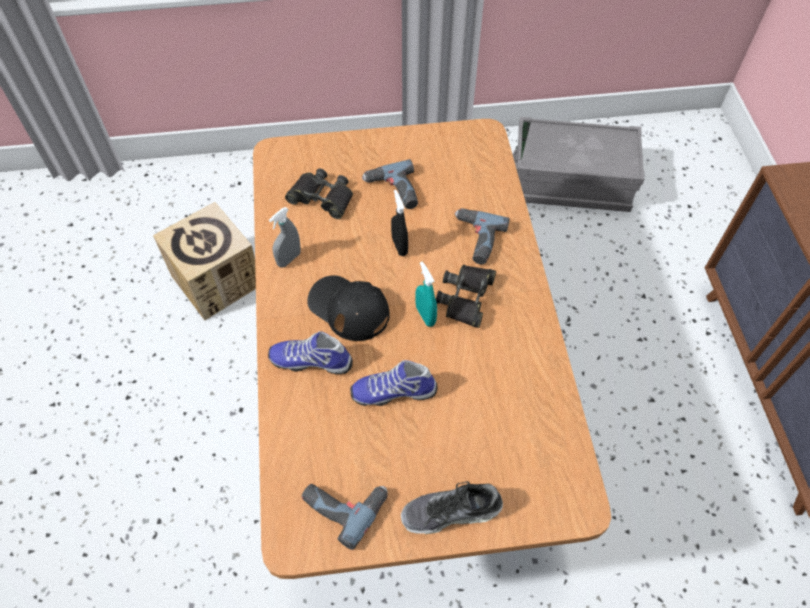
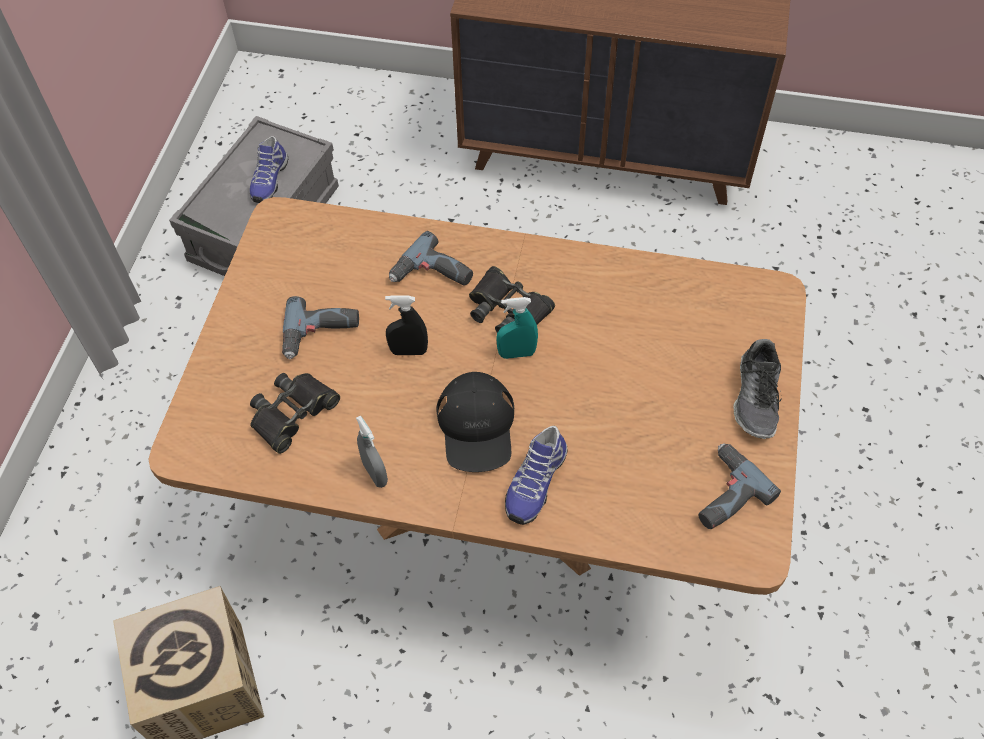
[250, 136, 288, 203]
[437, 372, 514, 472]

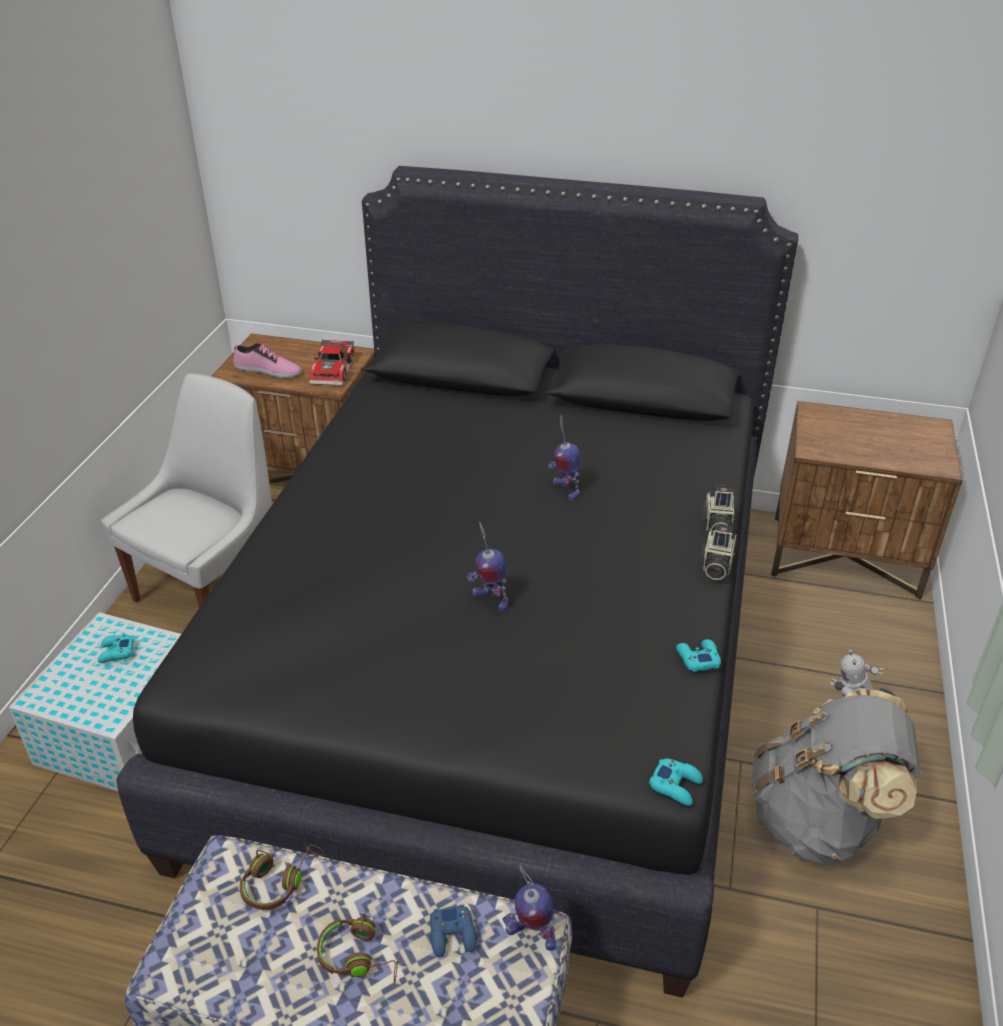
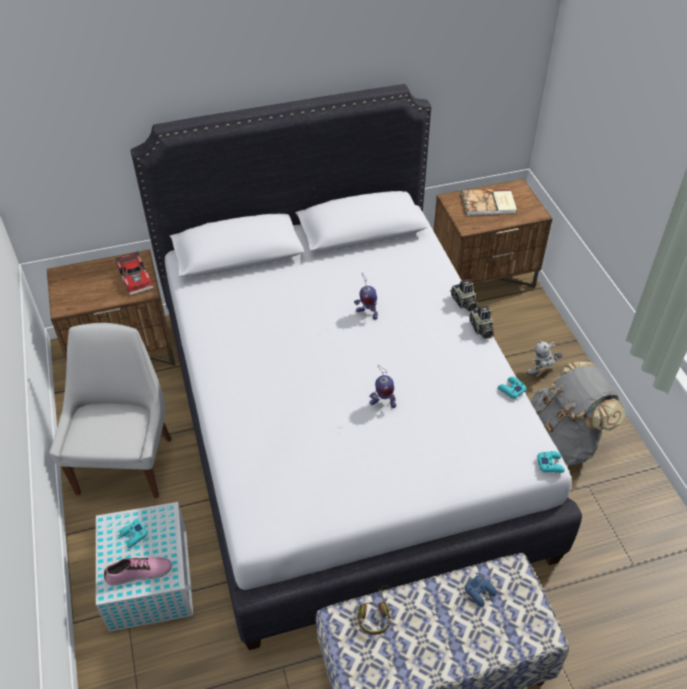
[317, 914, 398, 983] (first image)
[502, 865, 556, 951] (first image)
[462, 188, 517, 216]
[104, 557, 172, 586]
[131, 84, 582, 650]

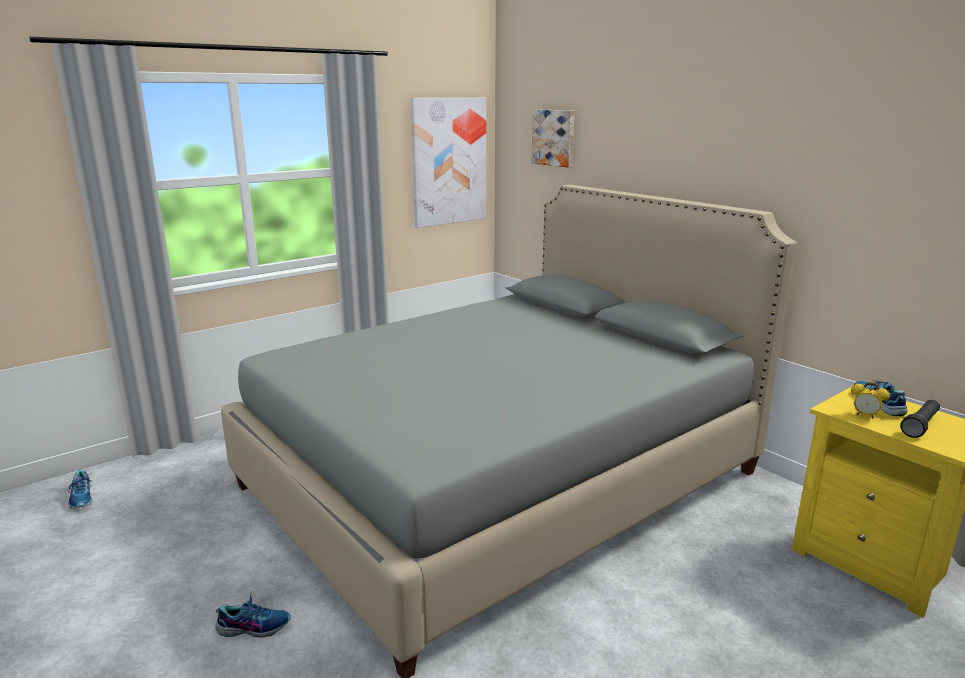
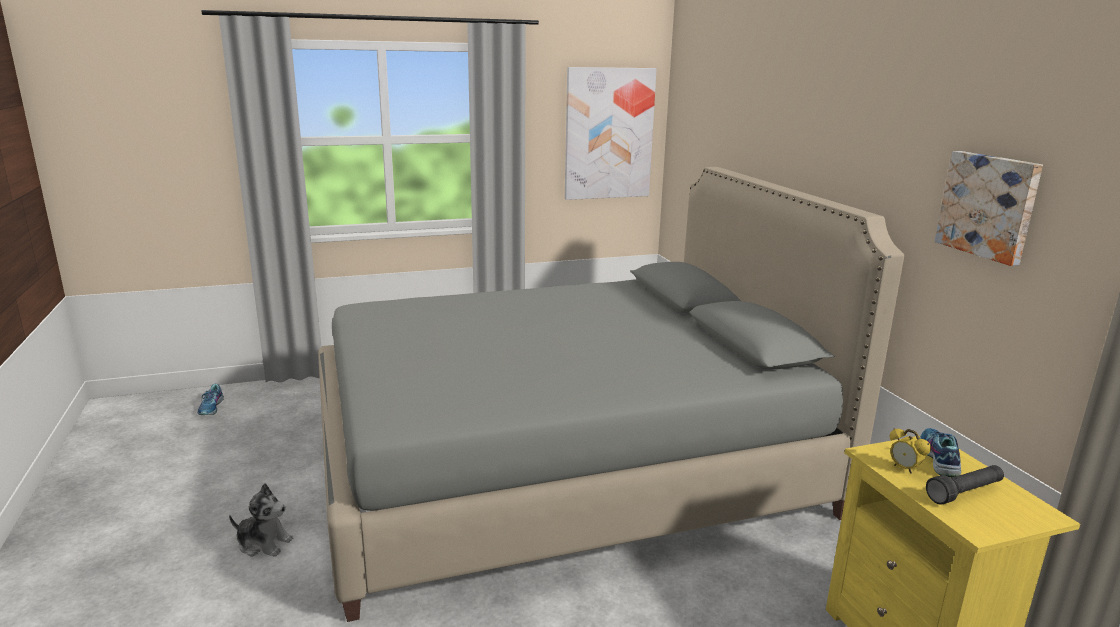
[935, 151, 1043, 266]
[229, 483, 293, 557]

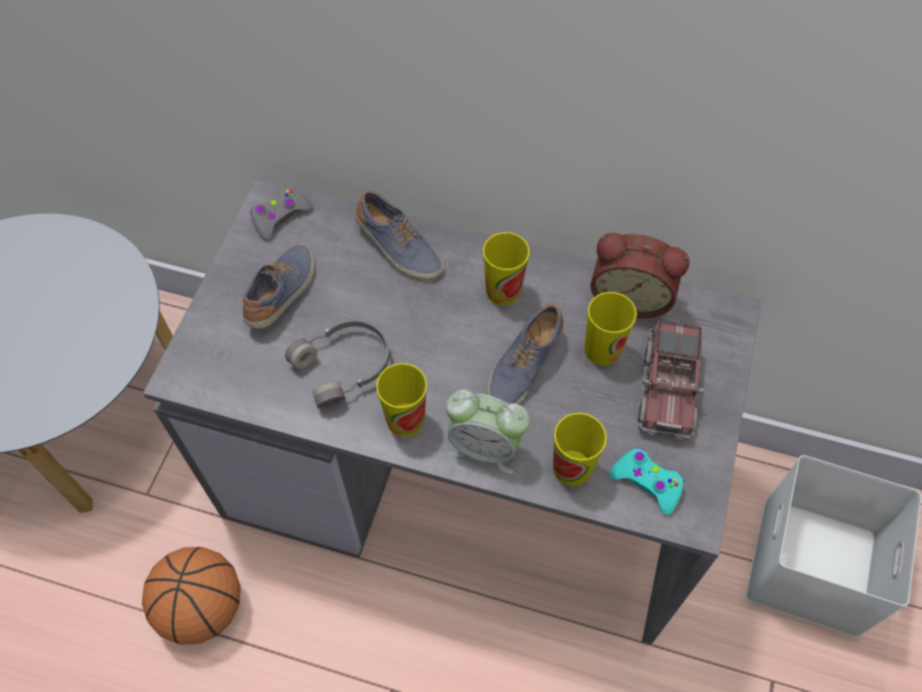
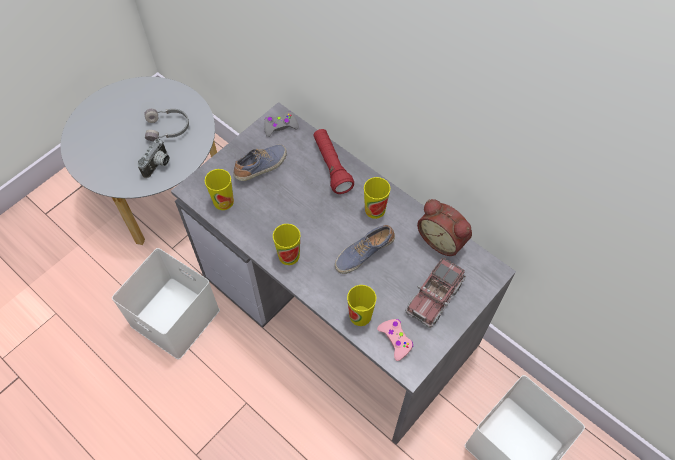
[446, 389, 530, 474] (first image)
[137, 139, 170, 178]
[144, 109, 189, 141]
[205, 169, 234, 210]
[112, 248, 220, 360]
[313, 129, 354, 194]
[377, 319, 413, 361]

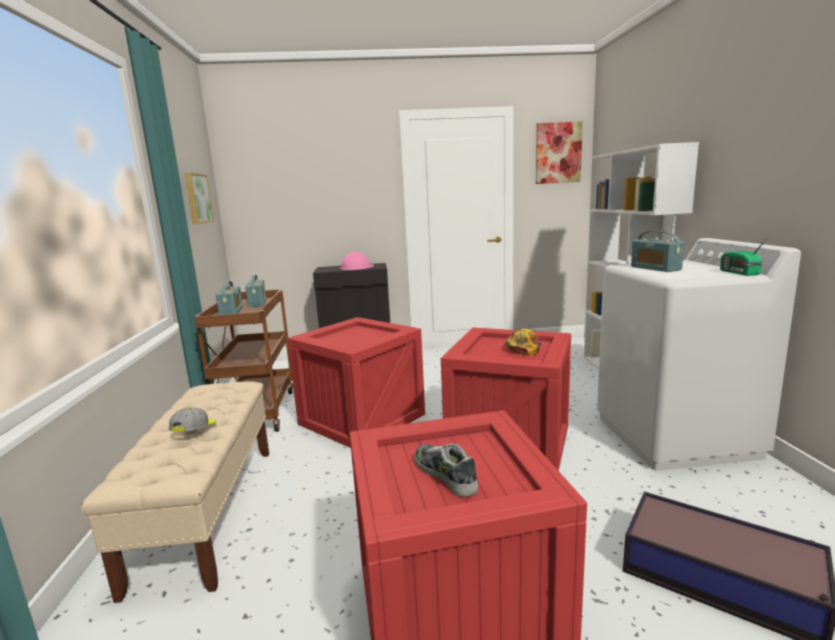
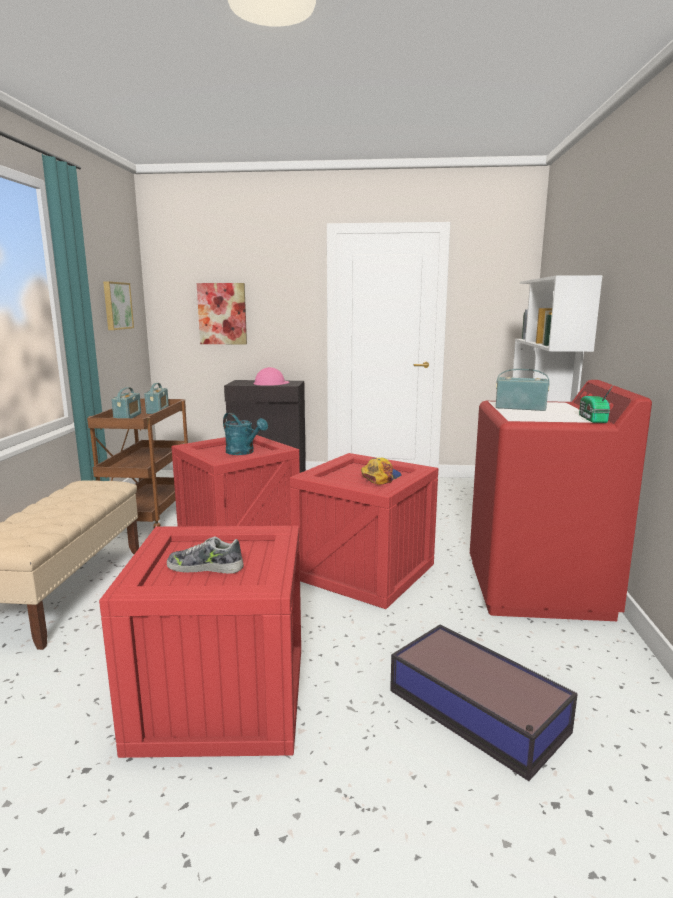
[169, 407, 216, 431] (first image)
[223, 413, 268, 455]
[197, 283, 247, 344]
[470, 380, 652, 621]
[167, 536, 244, 574]
[496, 369, 549, 411]

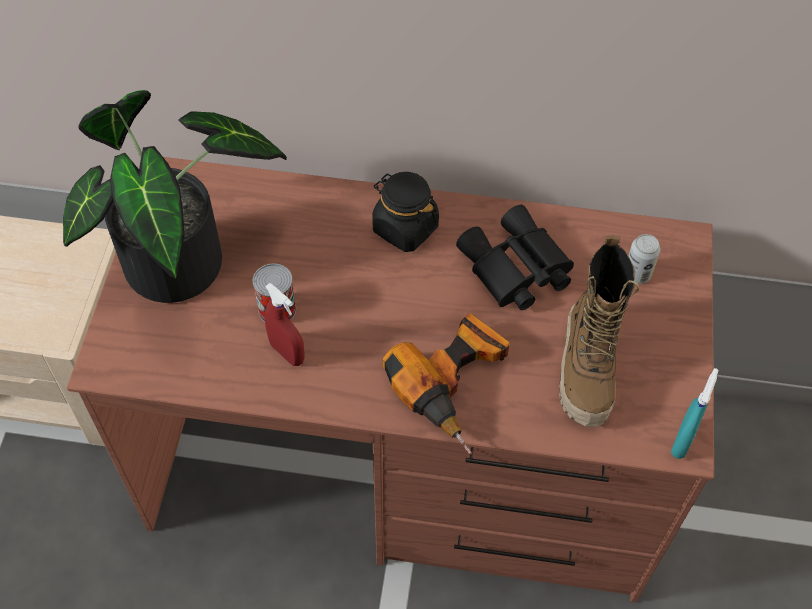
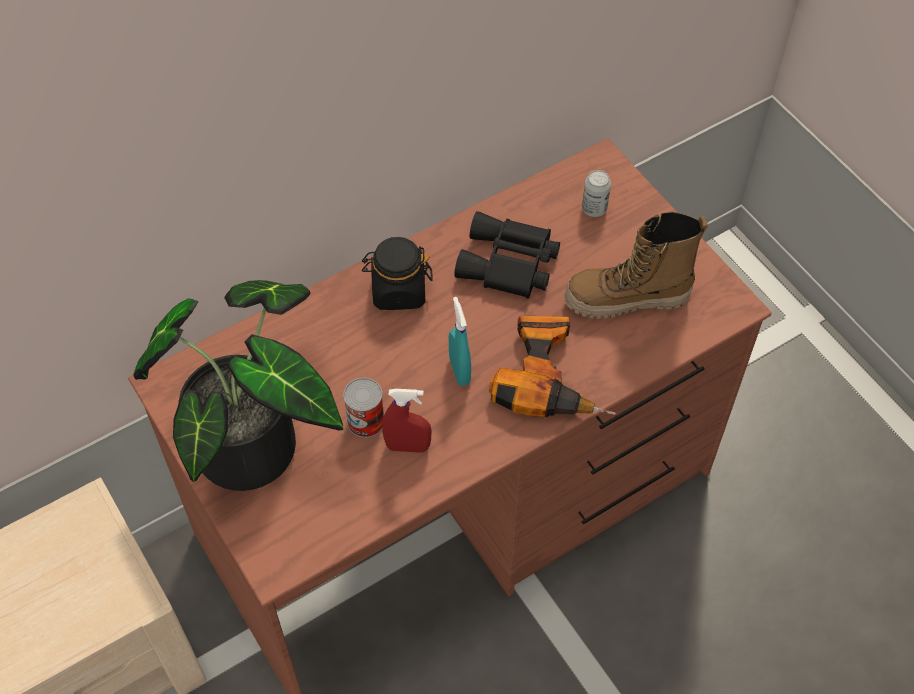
[449, 297, 471, 386]
[564, 212, 708, 319]

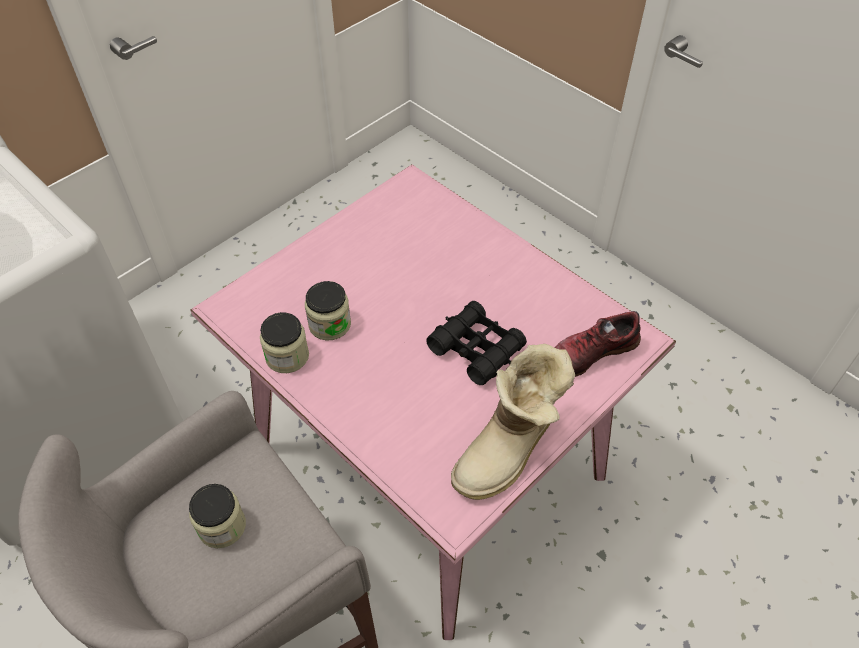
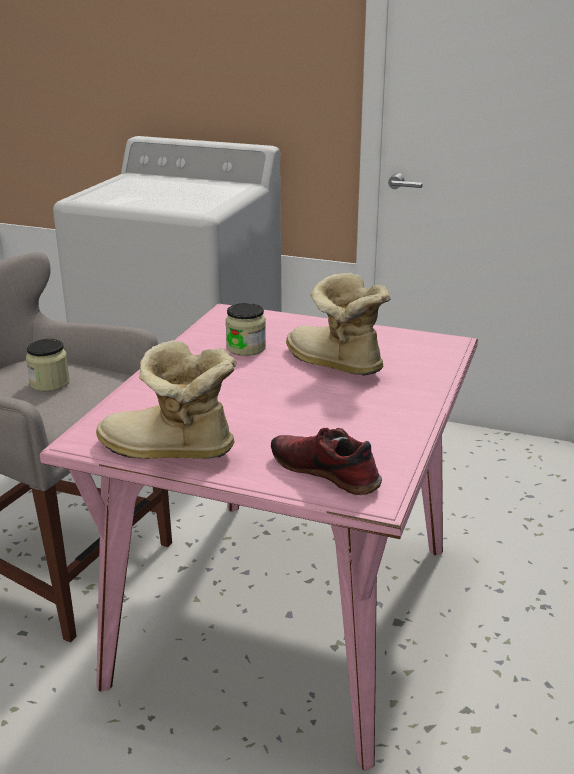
[260, 312, 309, 373] (first image)
[426, 301, 527, 385] (first image)
[286, 273, 390, 376]

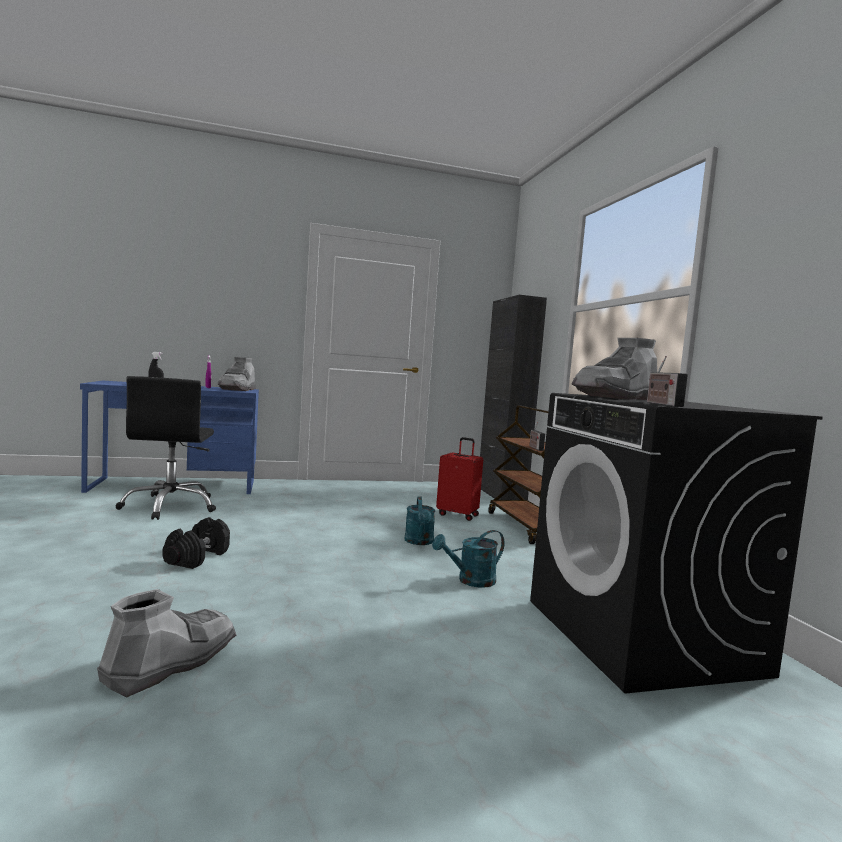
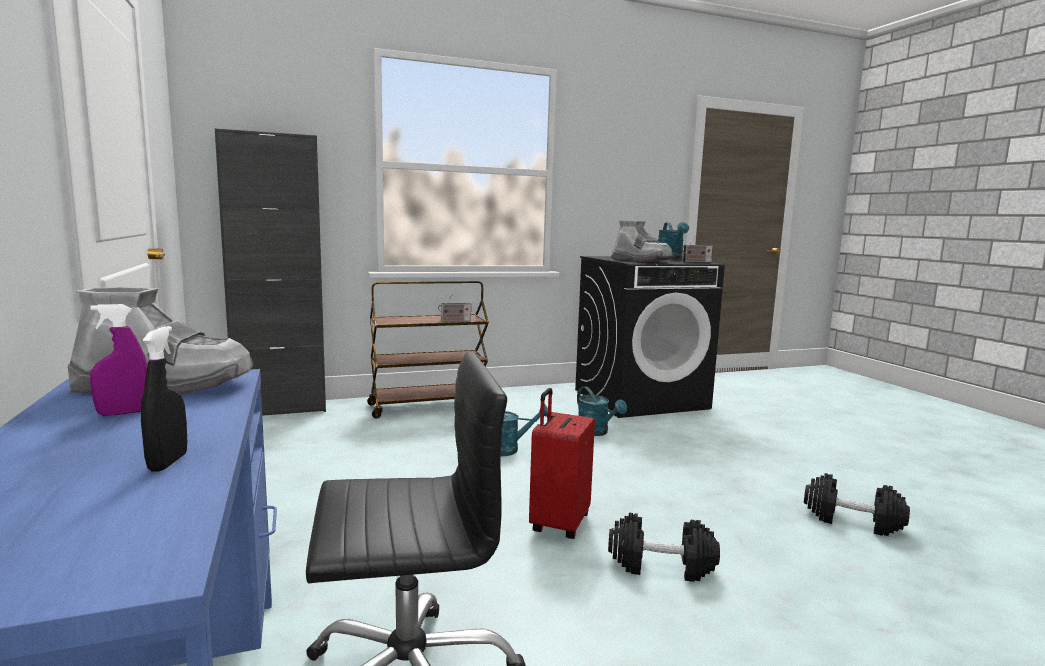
[658, 222, 689, 259]
[529, 388, 595, 539]
[804, 473, 910, 536]

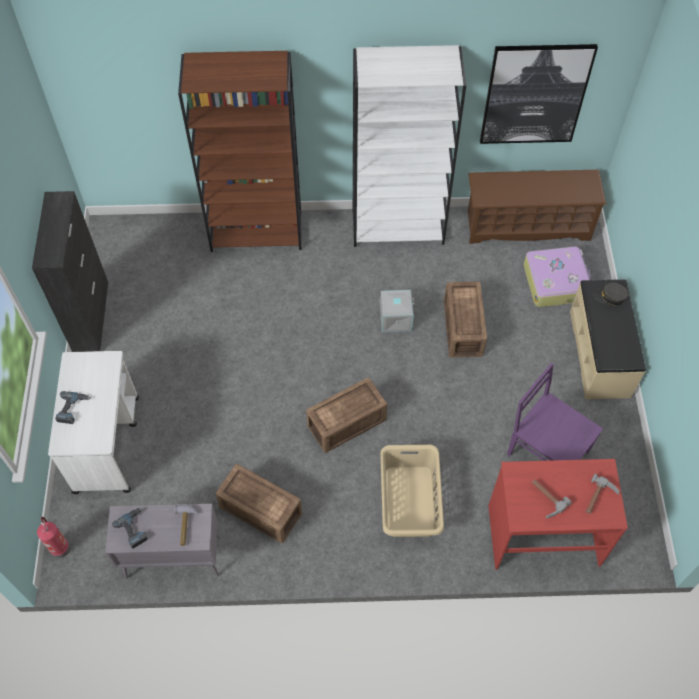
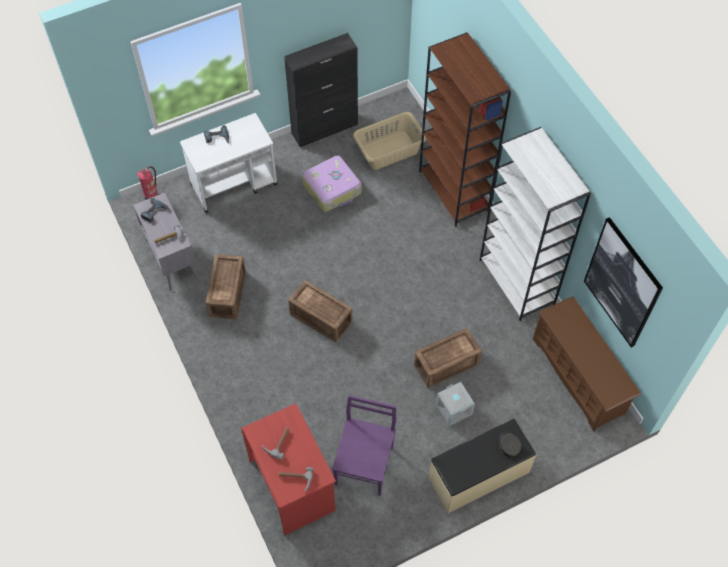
[436, 382, 475, 426]
[353, 112, 427, 170]
[302, 155, 362, 212]

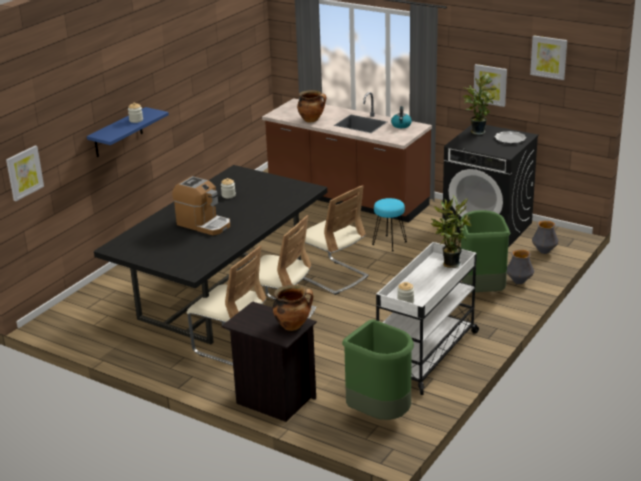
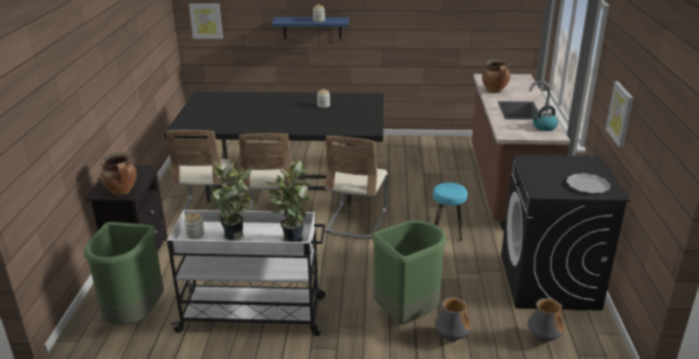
[172, 176, 230, 235] (first image)
[530, 35, 567, 80] (first image)
[210, 161, 252, 241]

